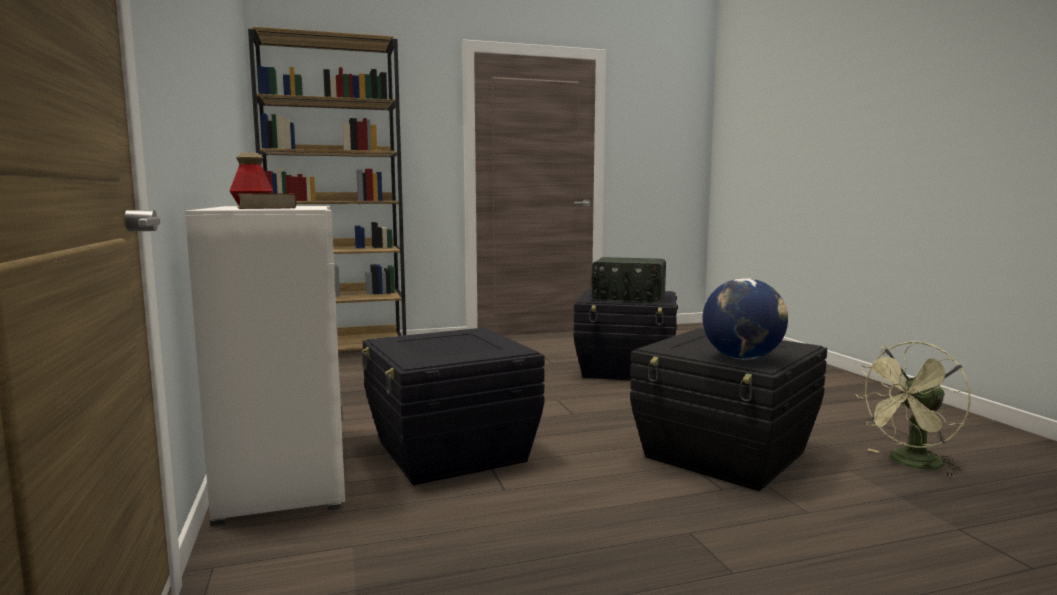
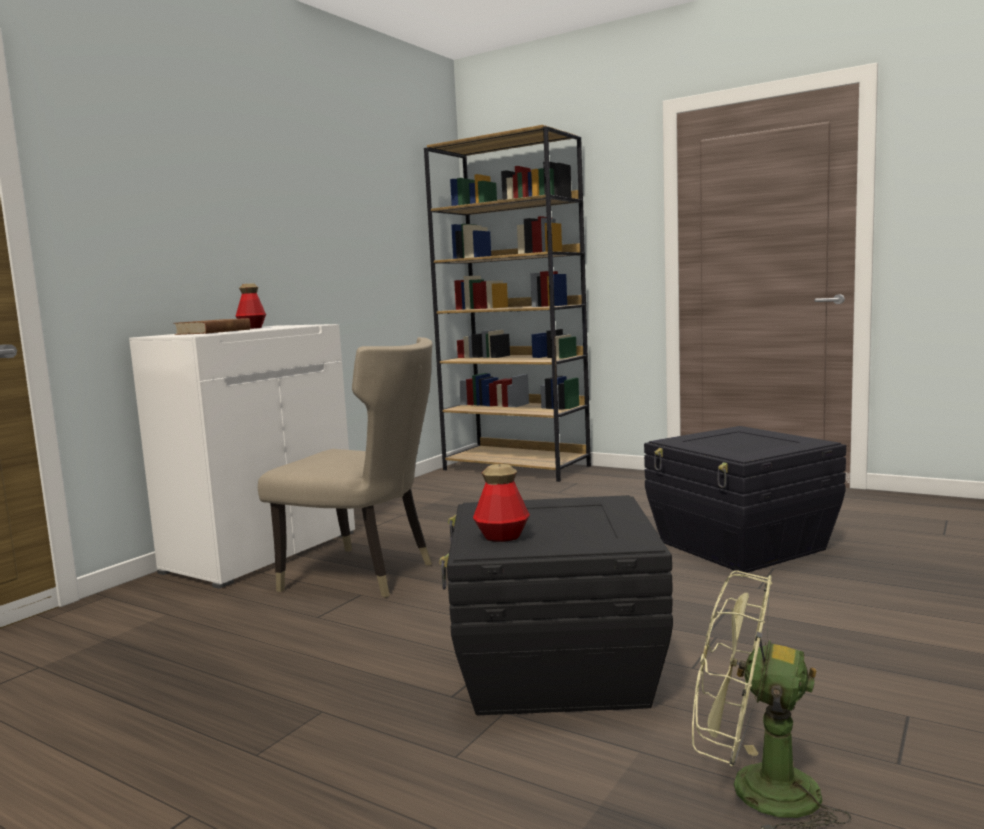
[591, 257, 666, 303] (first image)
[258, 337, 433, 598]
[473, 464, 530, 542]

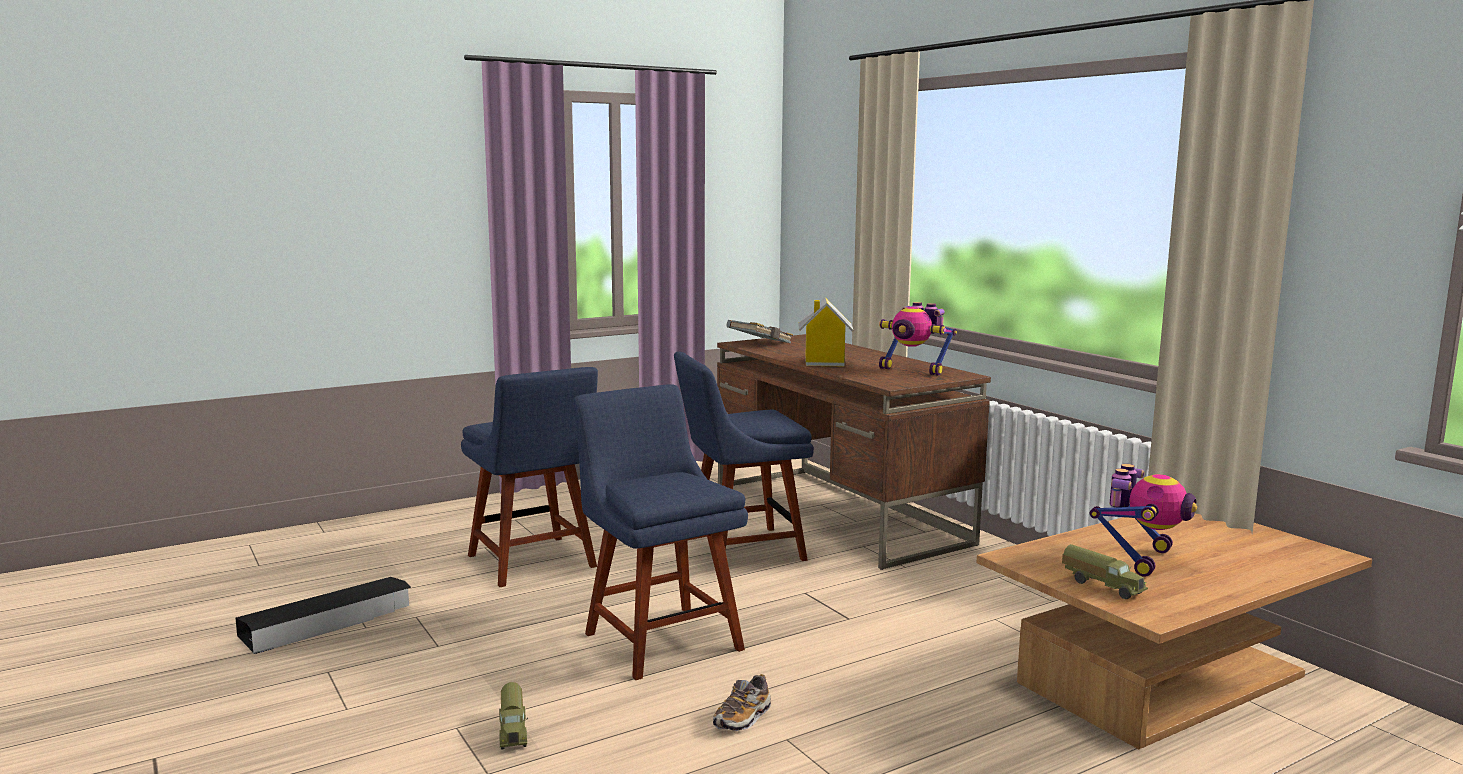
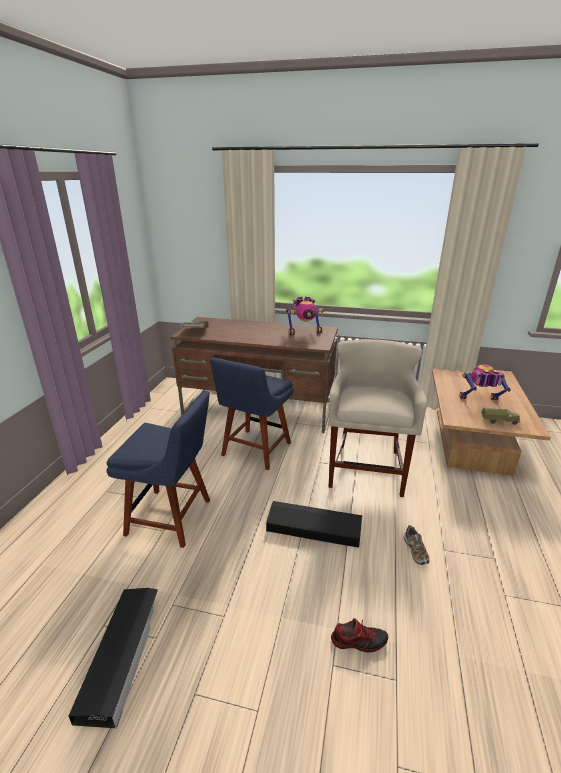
[799, 297, 854, 366] (first image)
[329, 339, 427, 497]
[331, 618, 388, 653]
[266, 501, 362, 548]
[459, 364, 511, 400]

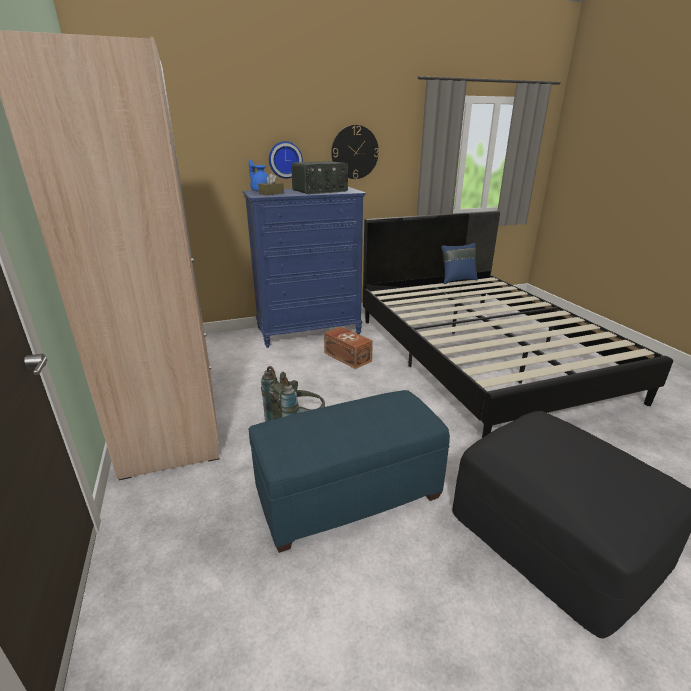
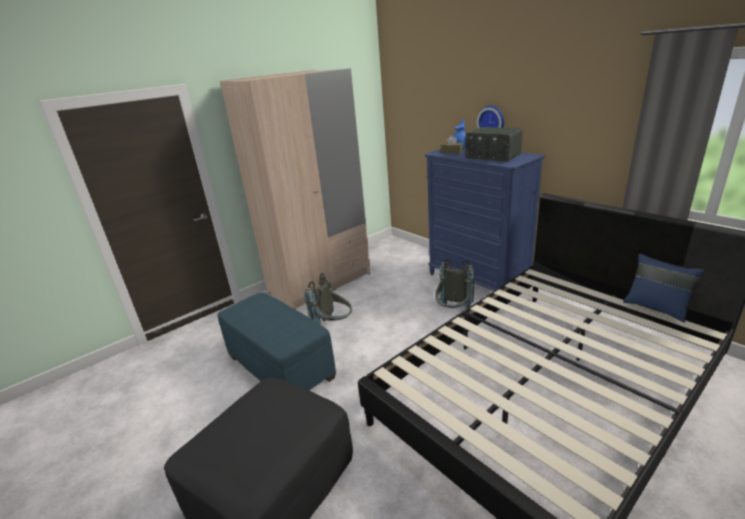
[331, 125, 379, 179] (first image)
[435, 258, 475, 309]

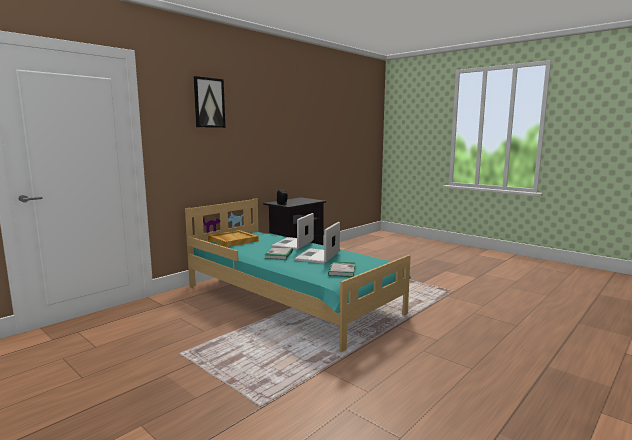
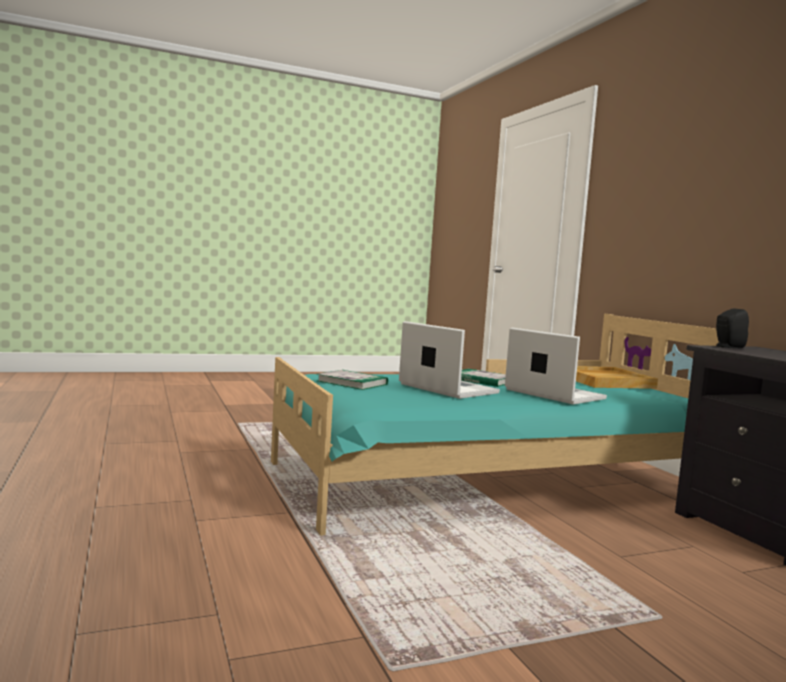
[193, 76, 225, 128] (first image)

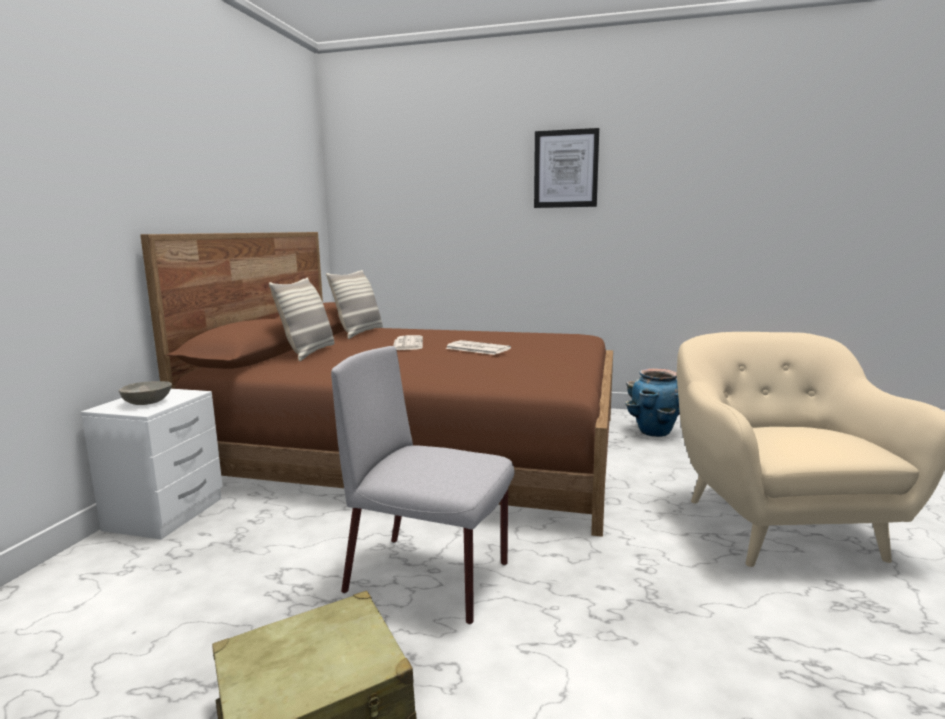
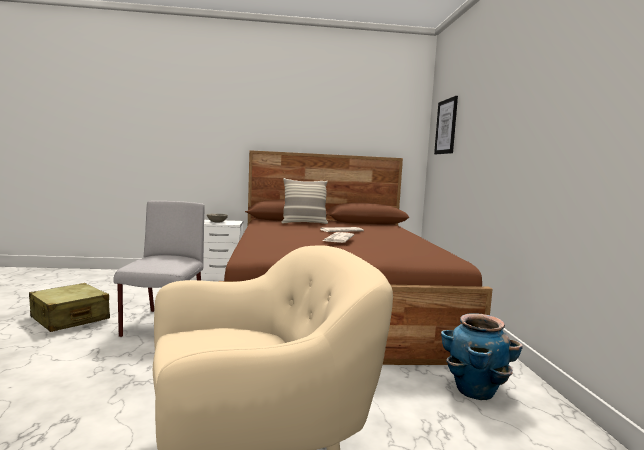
[326, 270, 383, 339] (first image)
[434, 96, 458, 154]

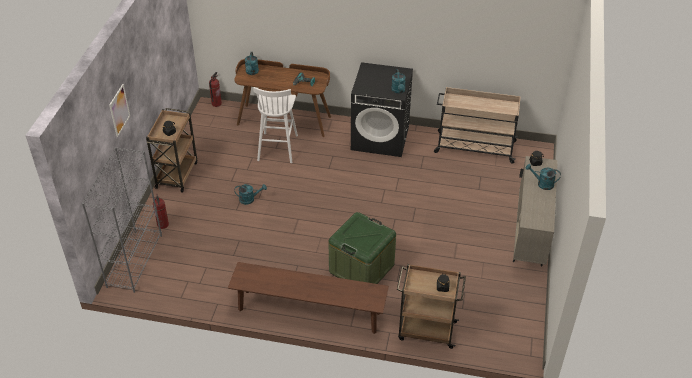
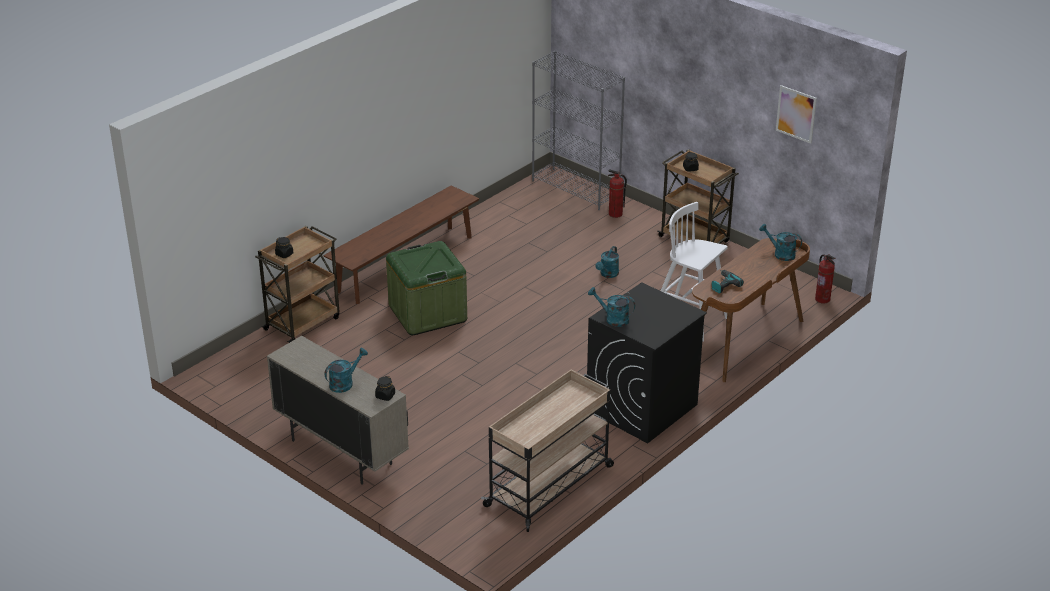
[776, 85, 817, 144]

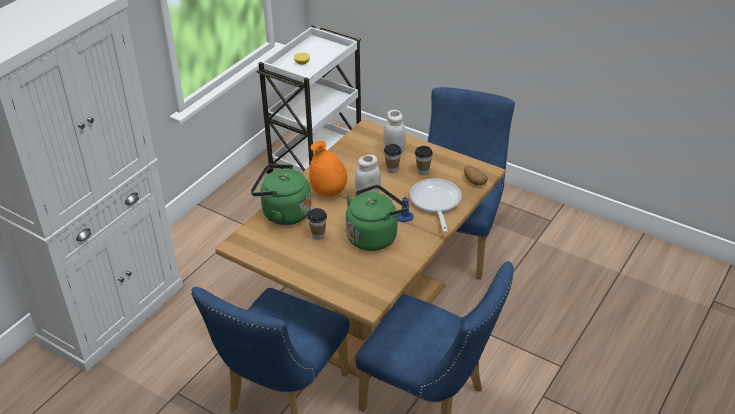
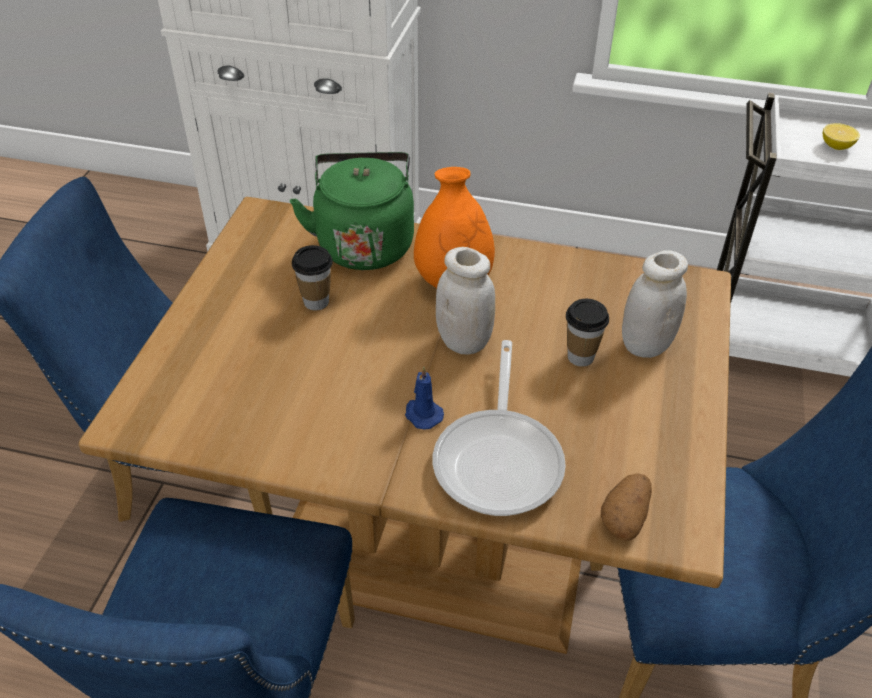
[346, 185, 408, 251] (first image)
[415, 146, 433, 175] (first image)
[433, 340, 566, 516]

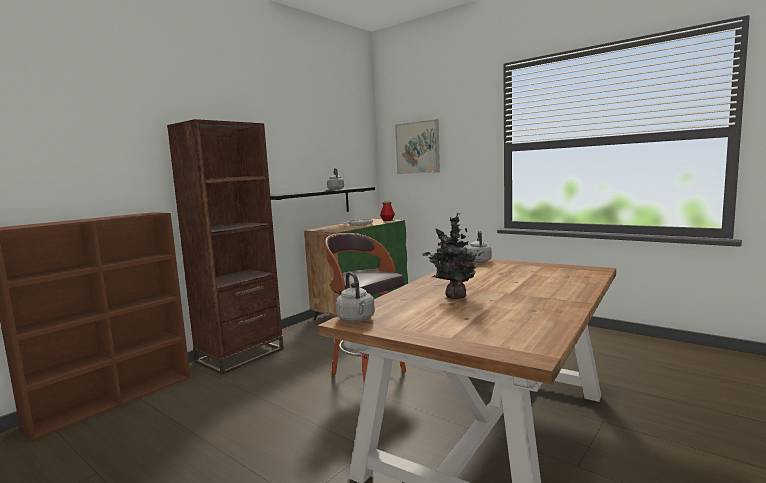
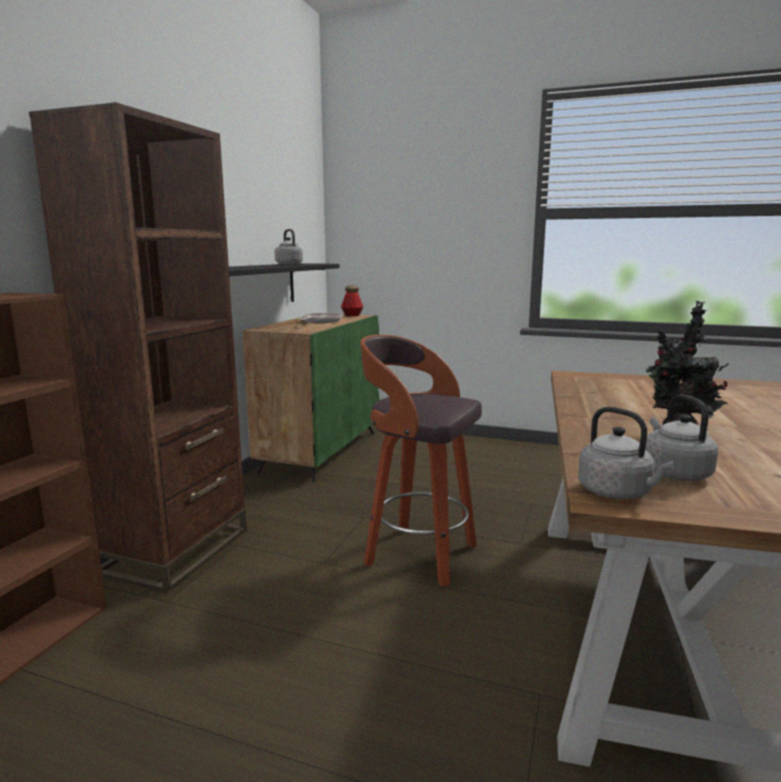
[395, 119, 440, 174] (first image)
[645, 394, 718, 481]

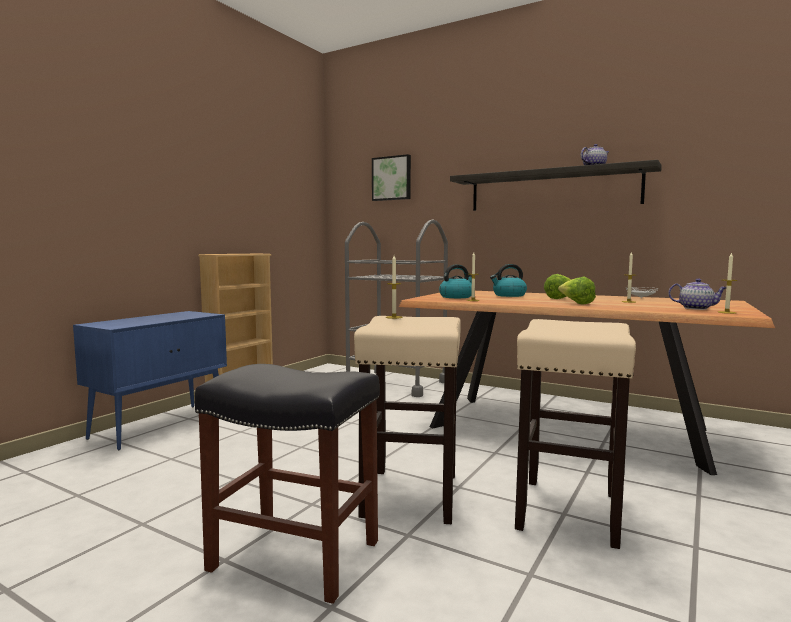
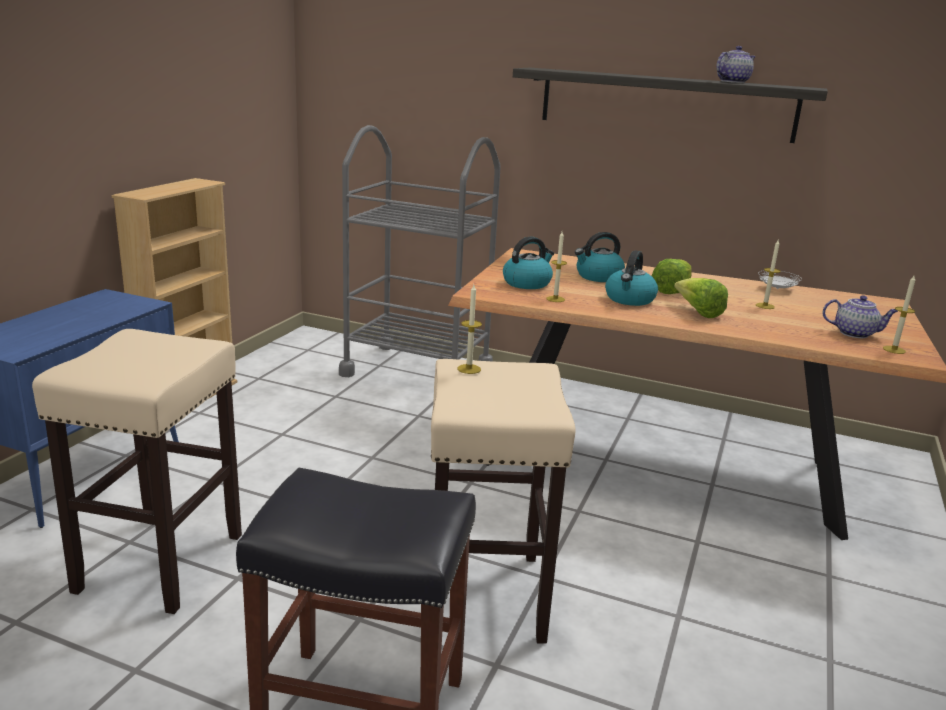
[372, 154, 411, 201] (first image)
[605, 251, 658, 306]
[32, 329, 242, 614]

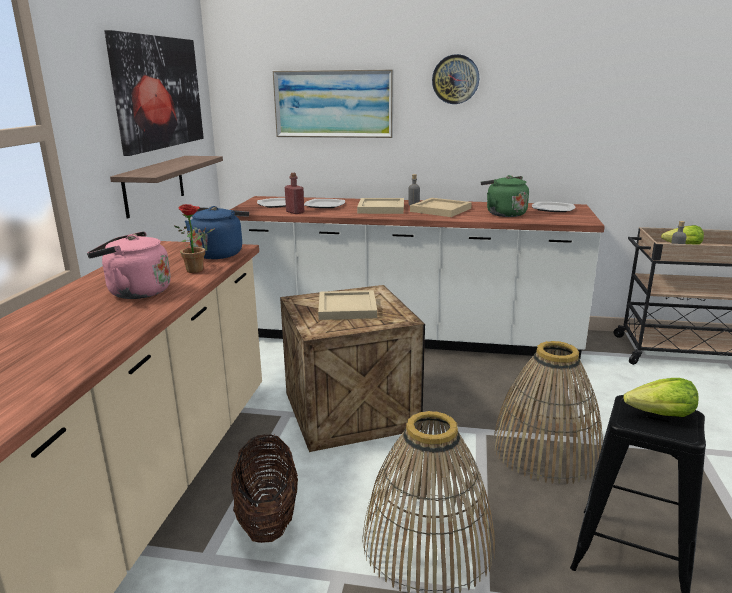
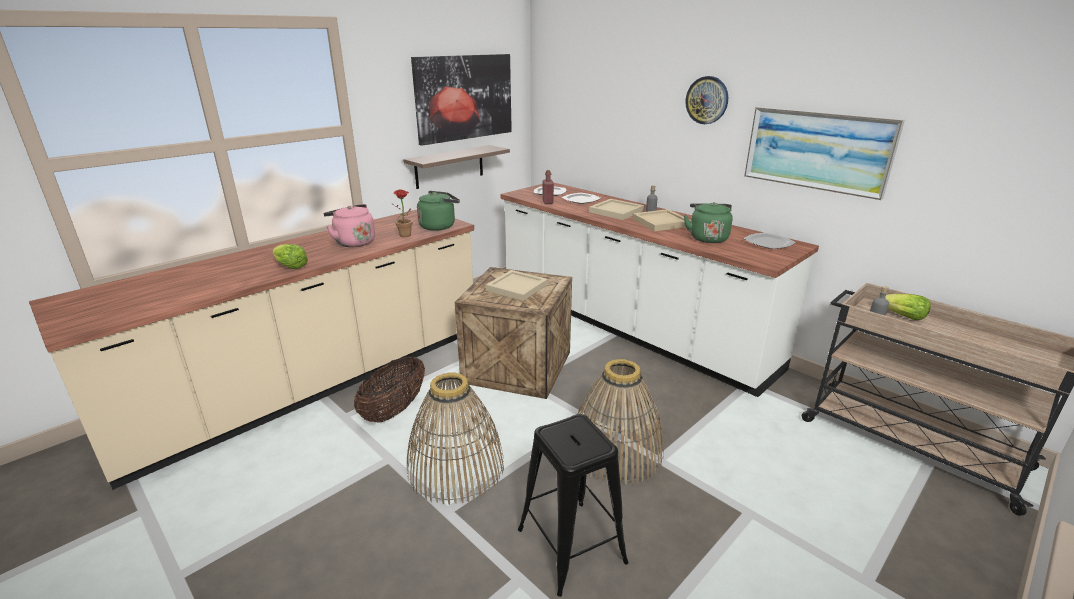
[744, 107, 905, 200]
[272, 244, 308, 269]
[417, 191, 460, 231]

